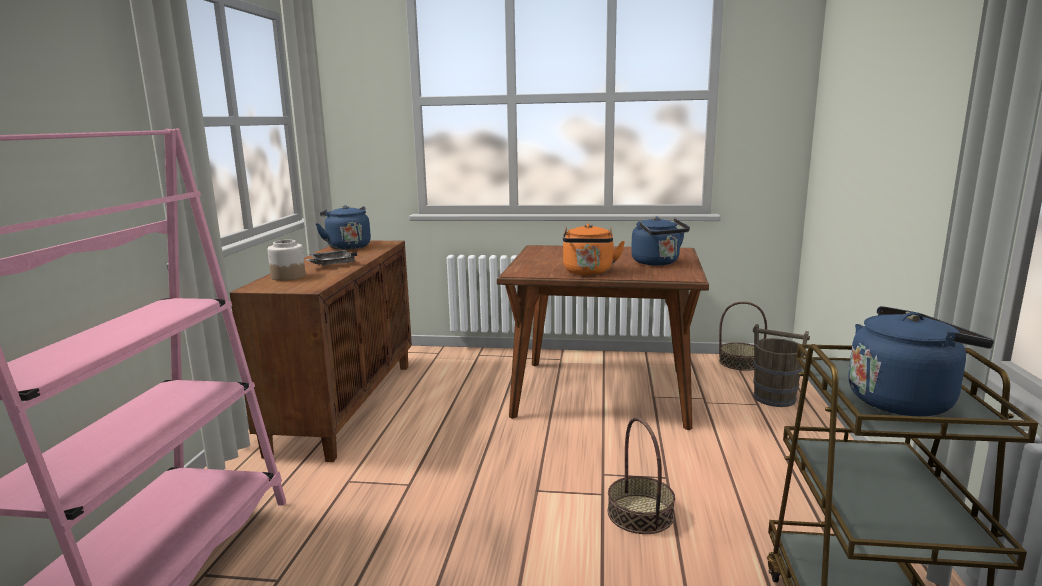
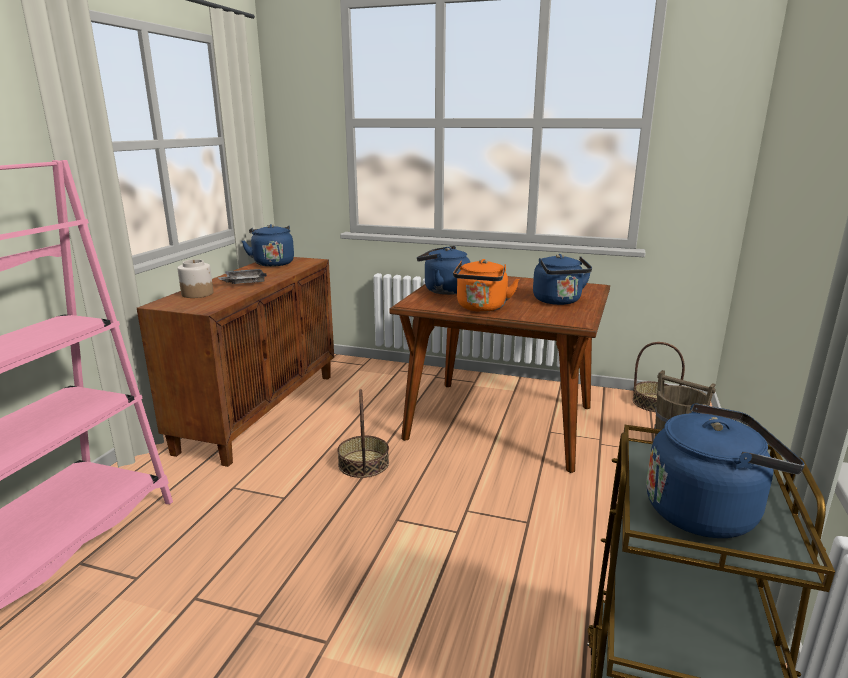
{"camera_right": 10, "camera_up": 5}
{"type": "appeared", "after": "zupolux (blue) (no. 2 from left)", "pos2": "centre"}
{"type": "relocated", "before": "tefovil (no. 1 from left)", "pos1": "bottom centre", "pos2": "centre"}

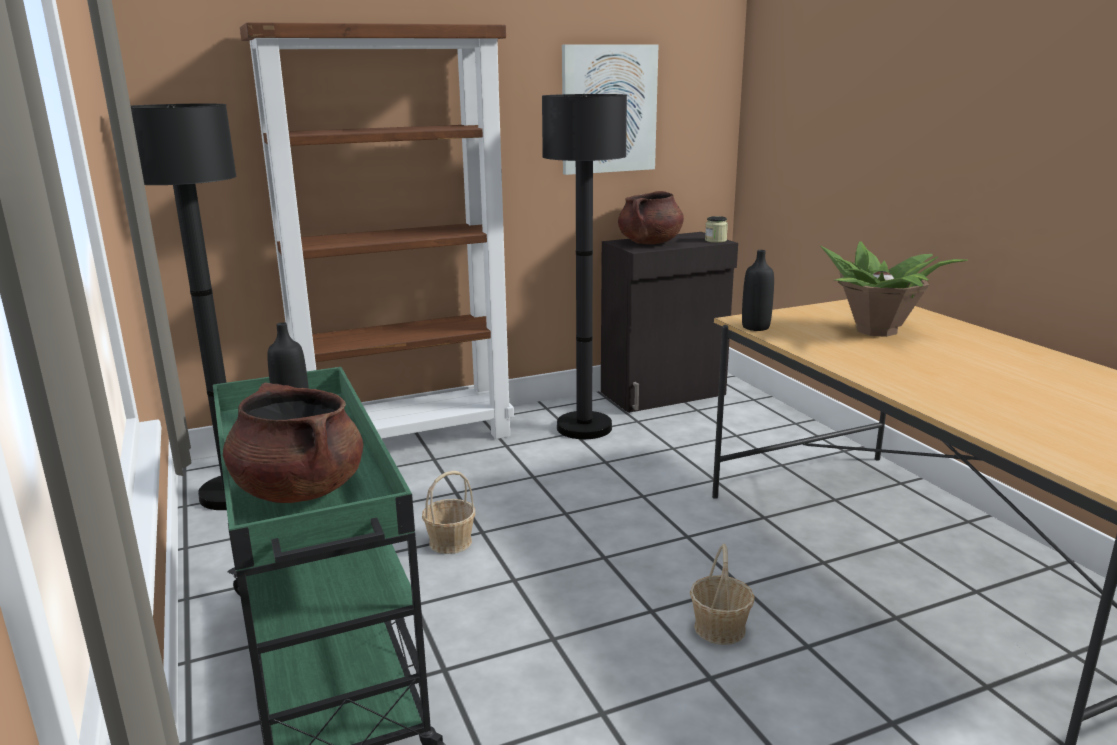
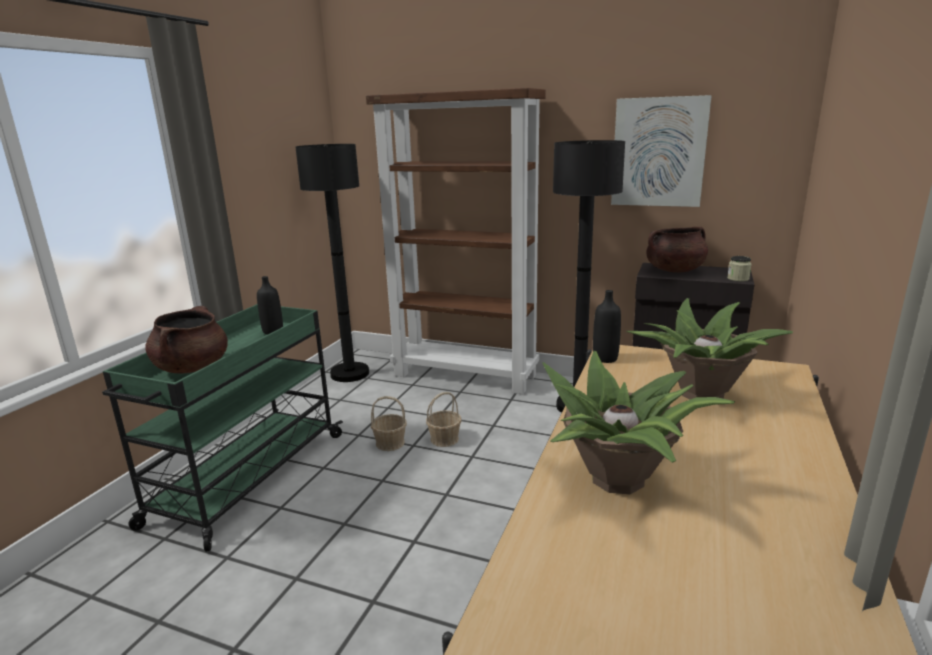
{"camera_right": 45, "camera_up": 0}
{"type": "appeared", "after": "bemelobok (no. 1 from left)", "pos2": "middle right"}
{"type": "relocated", "before": "tefovil (no. 2 from left)", "pos1": "bottom centre", "pos2": "centre"}

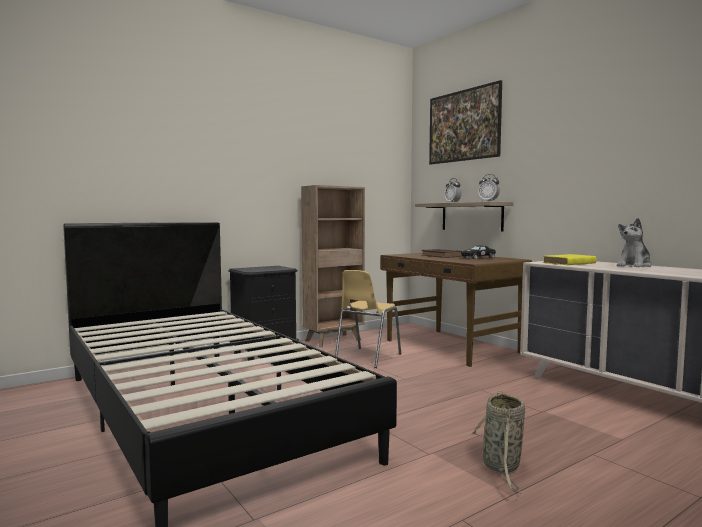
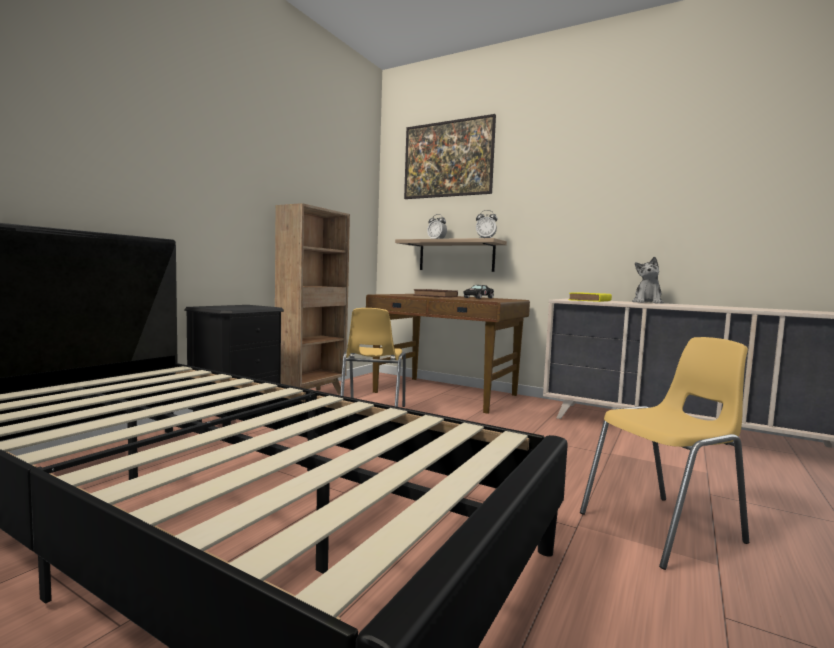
{"camera_right": -25, "camera_up": 0}
{"type": "exchanged", "before": "tefovil", "after": "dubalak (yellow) (no. 2 from left)", "pos1": "bottom right", "pos2": "bottom right"}

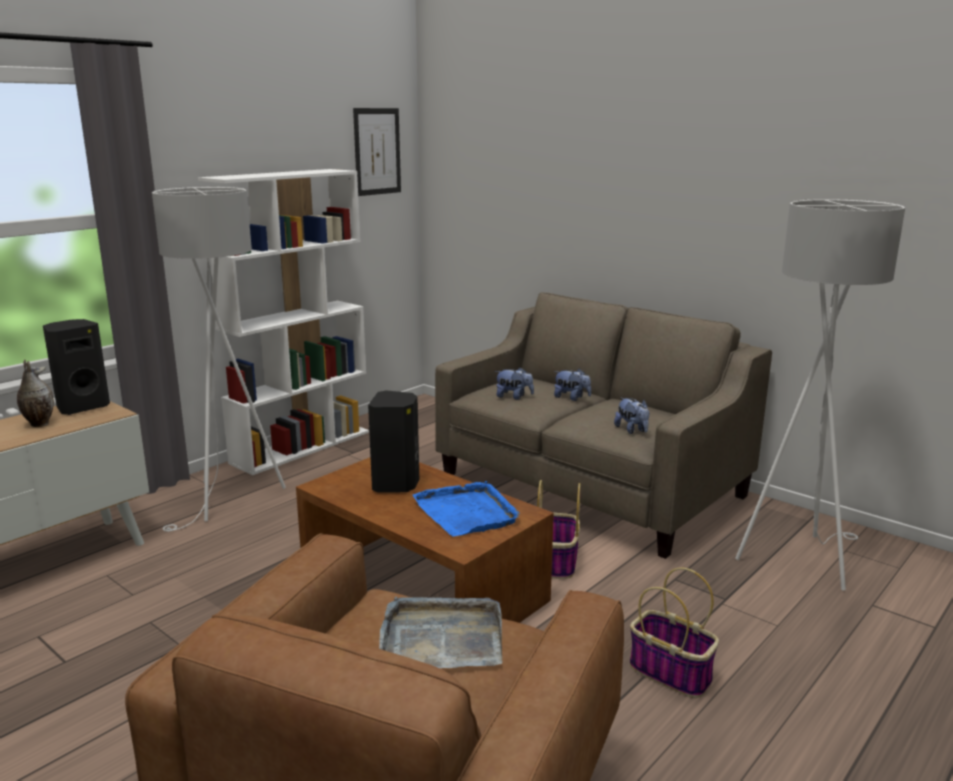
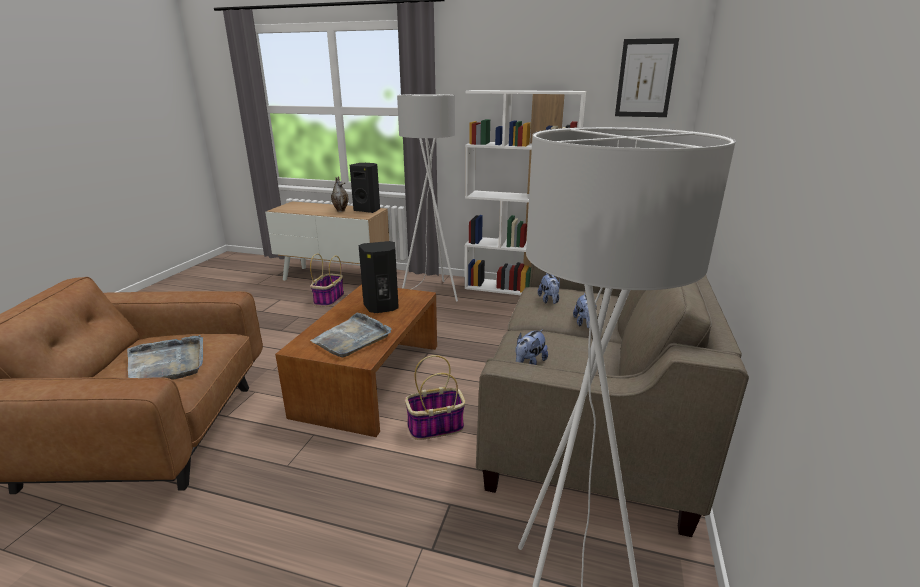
{"camera_right": 65, "camera_up": 5}
{"type": "relocated", "before": "tefovil (no. 2 from left in the first image)", "after": "tefovil (no. 1 from left)", "pos1": "bottom right", "pos2": "centre"}
{"type": "colour", "before": "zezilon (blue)", "after": "zezilon (grey) (no. 2 from left)", "pos1": "centre", "pos2": "centre"}

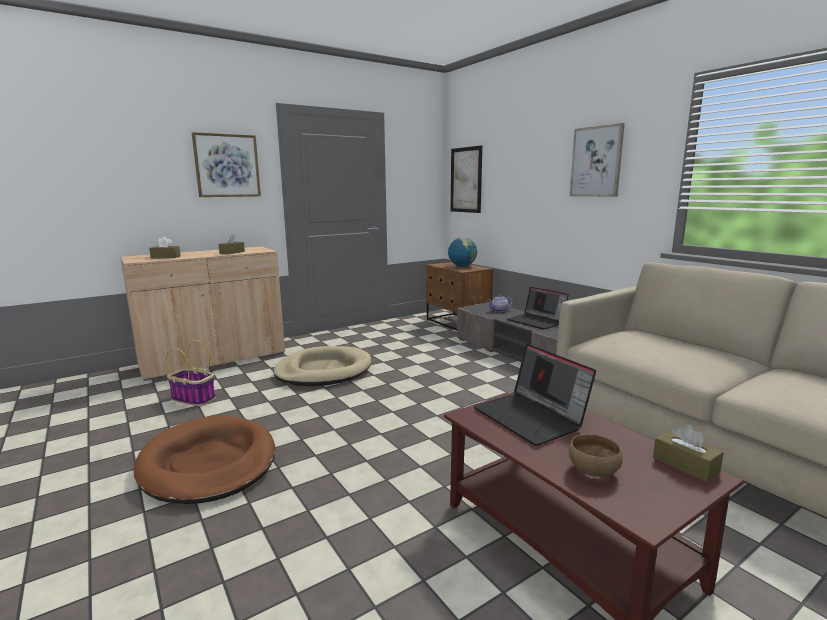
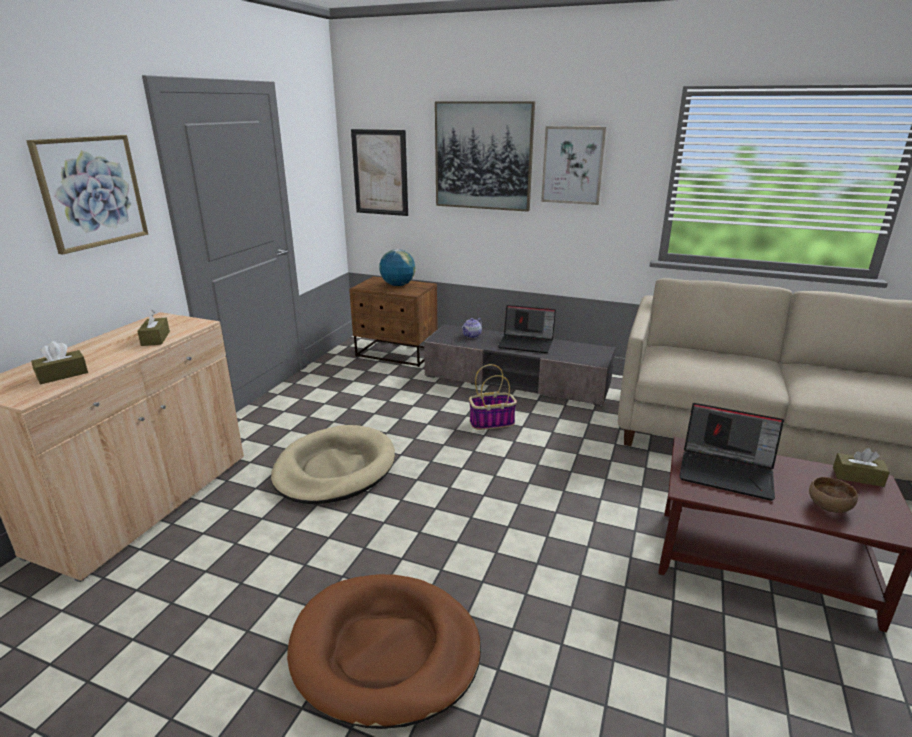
{"camera_right": -35, "camera_up": 10}
{"type": "appeared", "after": "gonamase (no. 3 from left)", "pos2": "top centre"}
{"type": "relocated", "before": "tefovil", "pos1": "middle left", "pos2": "centre"}

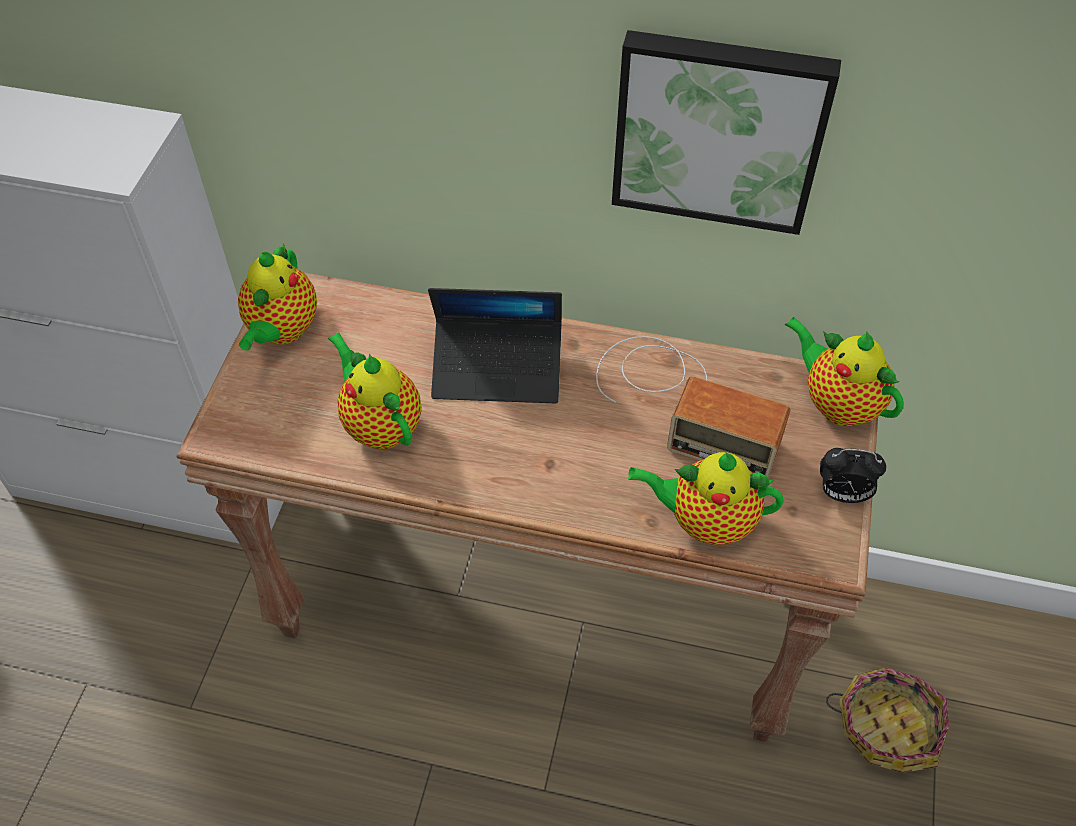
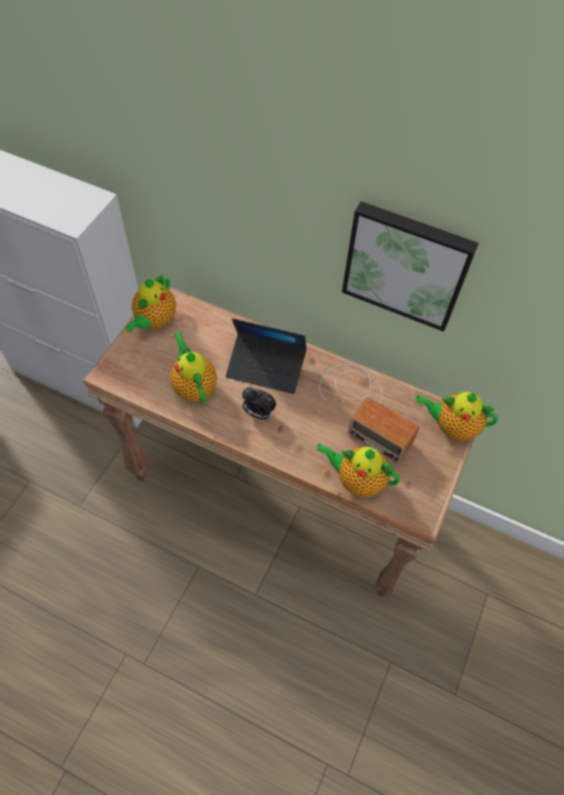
{"camera_right": 10, "camera_up": 5}
{"type": "missing", "before": "tefovil", "pos1": "bottom right"}
{"type": "relocated", "before": "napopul", "pos1": "middle right", "pos2": "centre"}
{"type": "spun", "before": "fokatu (no. 4 from left)", "pos1": "middle right", "pos2": "middle right", "turn": -45}

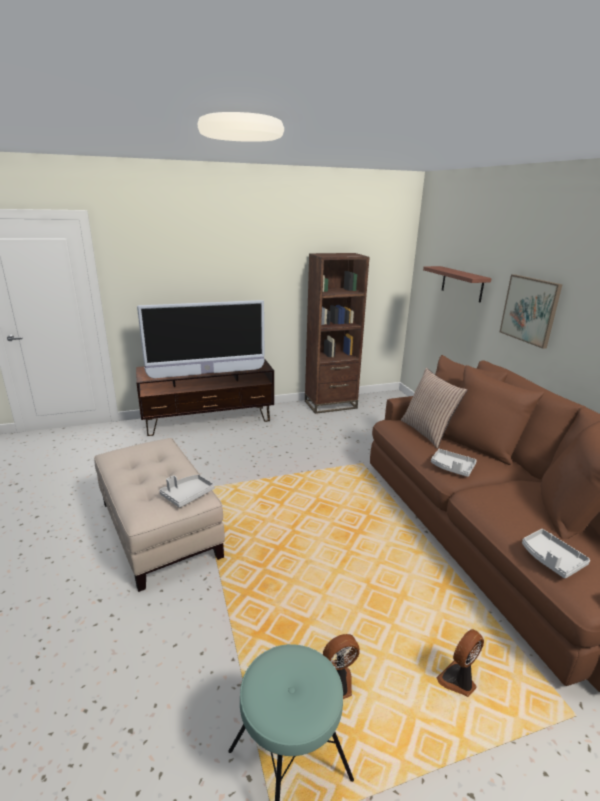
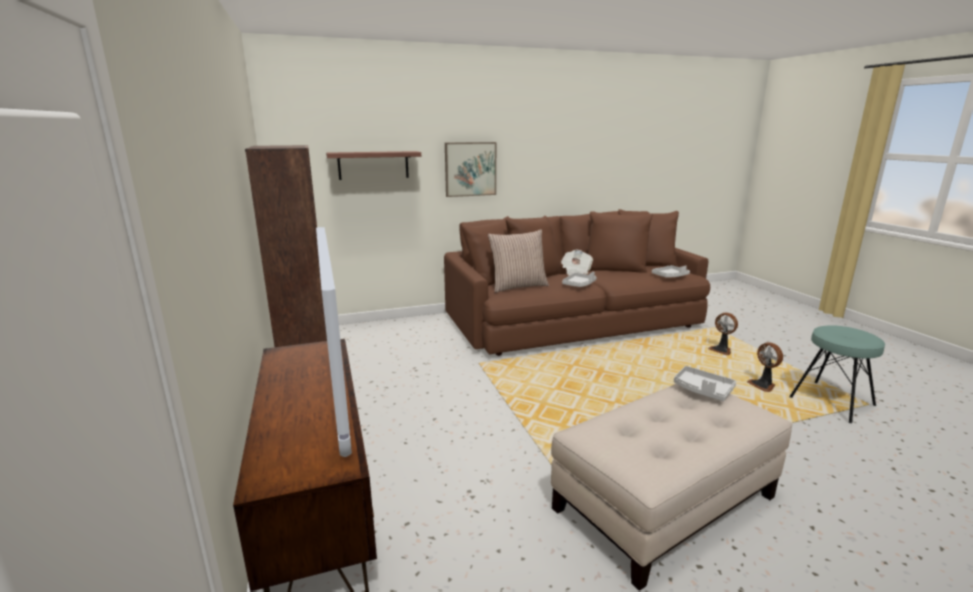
{"camera_right": -90, "camera_up": -5}
{"type": "appeared", "after": "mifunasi", "pos2": "centre"}

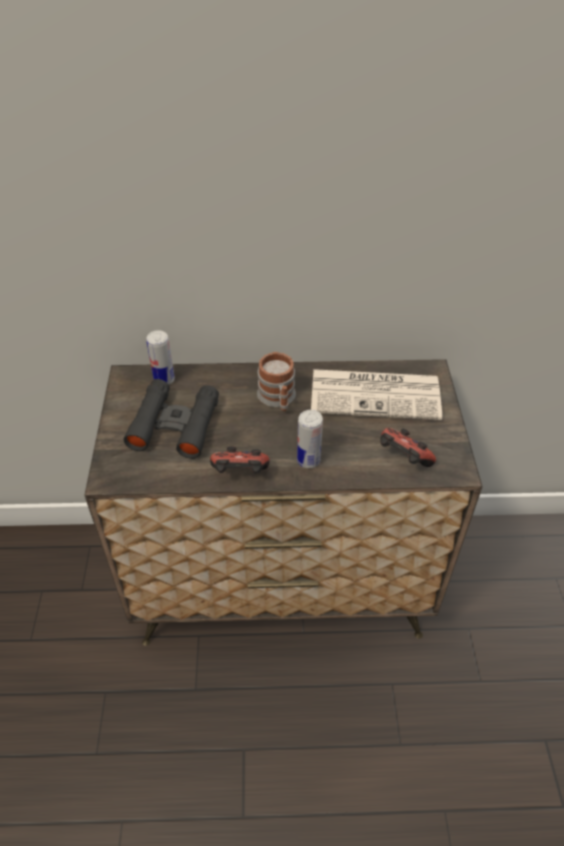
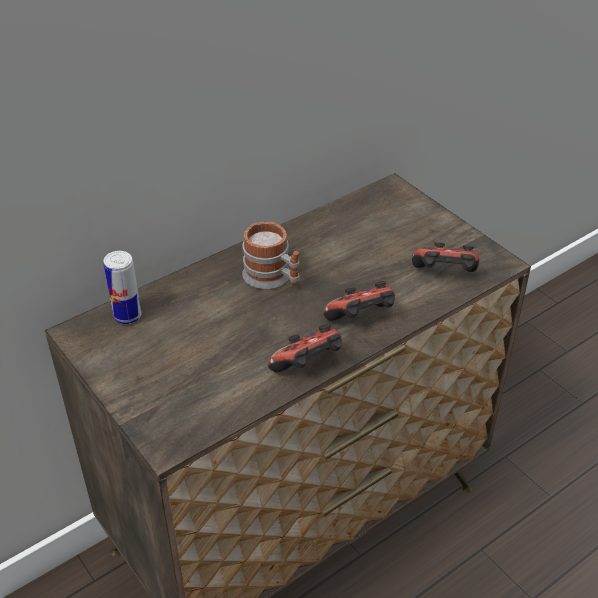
{"camera_right": -35, "camera_up": -5}
{"type": "missing", "before": "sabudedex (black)", "pos1": "middle left"}
{"type": "missing", "before": "mifunasi", "pos1": "middle right"}
{"type": "exchanged", "before": "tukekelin (no. 2 from left)", "after": "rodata (no. 2 from left)", "pos1": "centre", "pos2": "centre"}

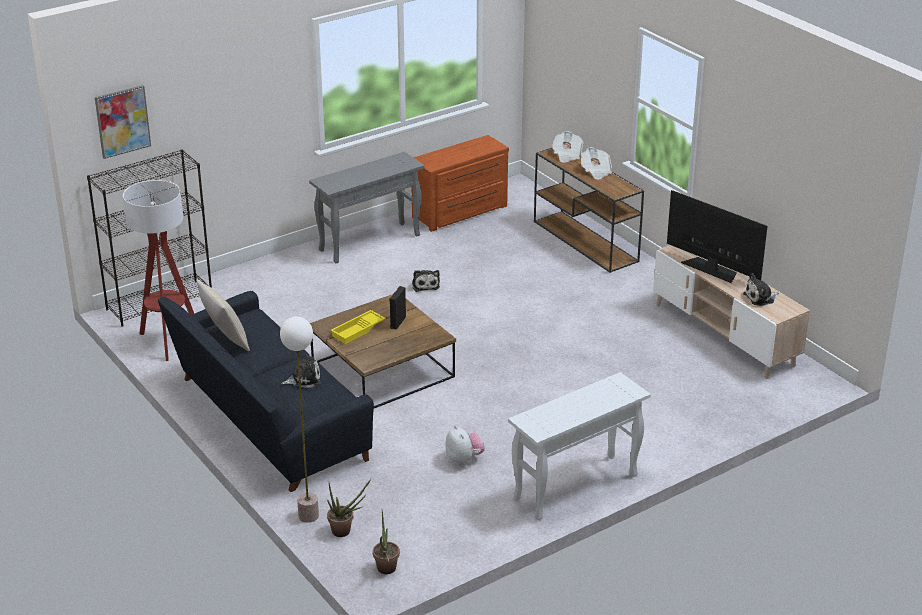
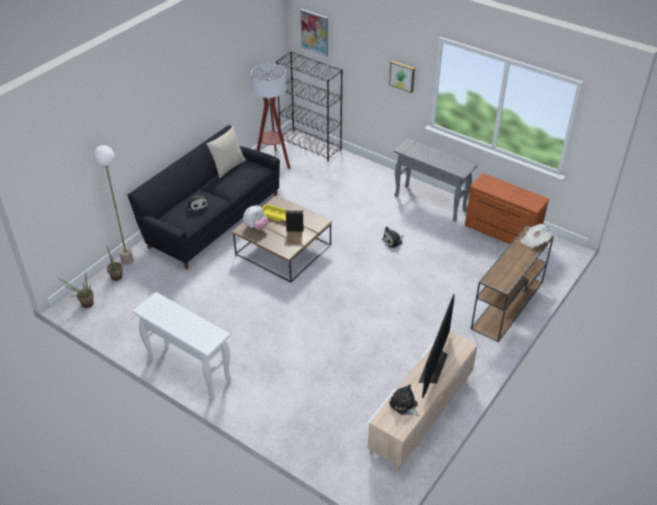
{"camera_right": 70, "camera_up": 10}
{"type": "missing", "before": "mifunasi (no. 2 from left)", "pos1": "top centre"}
{"type": "appeared", "after": "gonamase (no. 2 from left)", "pos2": "top centre"}
{"type": "relocated", "before": "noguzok (no. 3 from left in the first image)", "after": "noguzok (no. 2 from left)", "pos1": "bottom centre", "pos2": "centre"}

